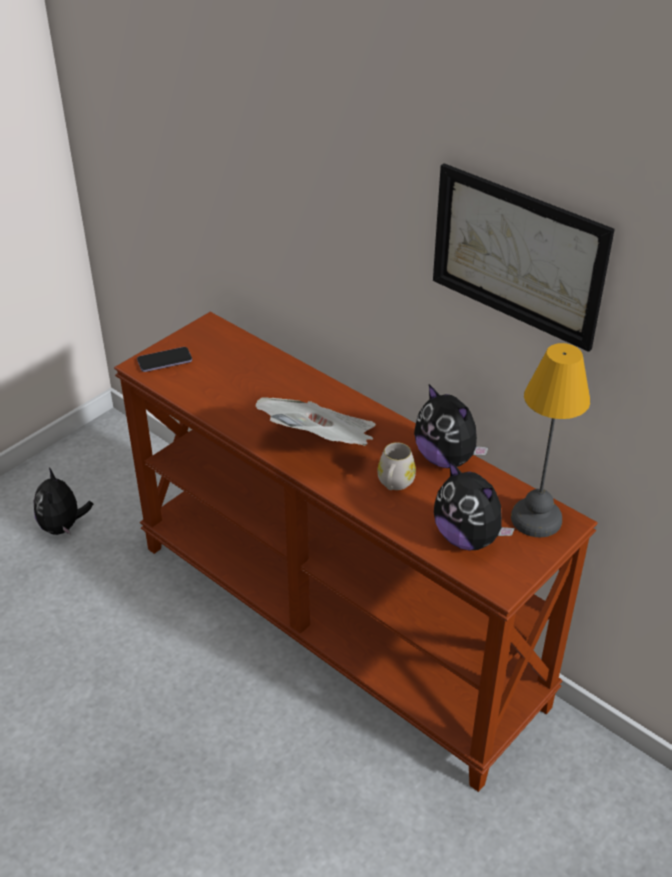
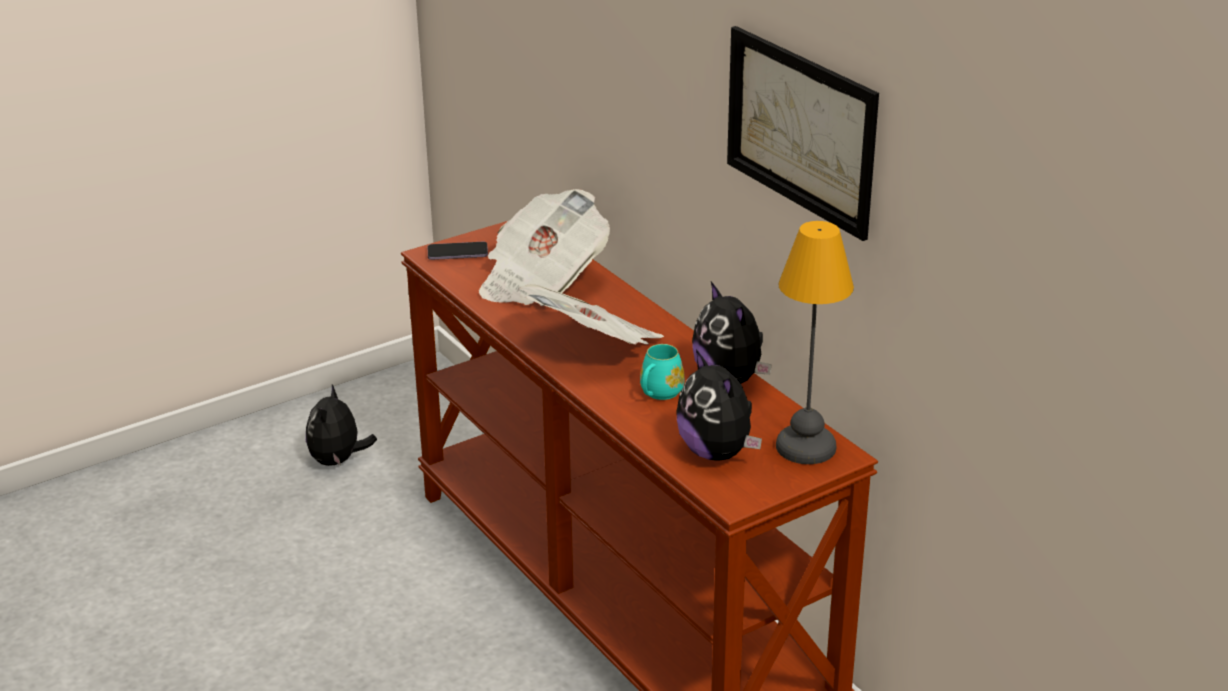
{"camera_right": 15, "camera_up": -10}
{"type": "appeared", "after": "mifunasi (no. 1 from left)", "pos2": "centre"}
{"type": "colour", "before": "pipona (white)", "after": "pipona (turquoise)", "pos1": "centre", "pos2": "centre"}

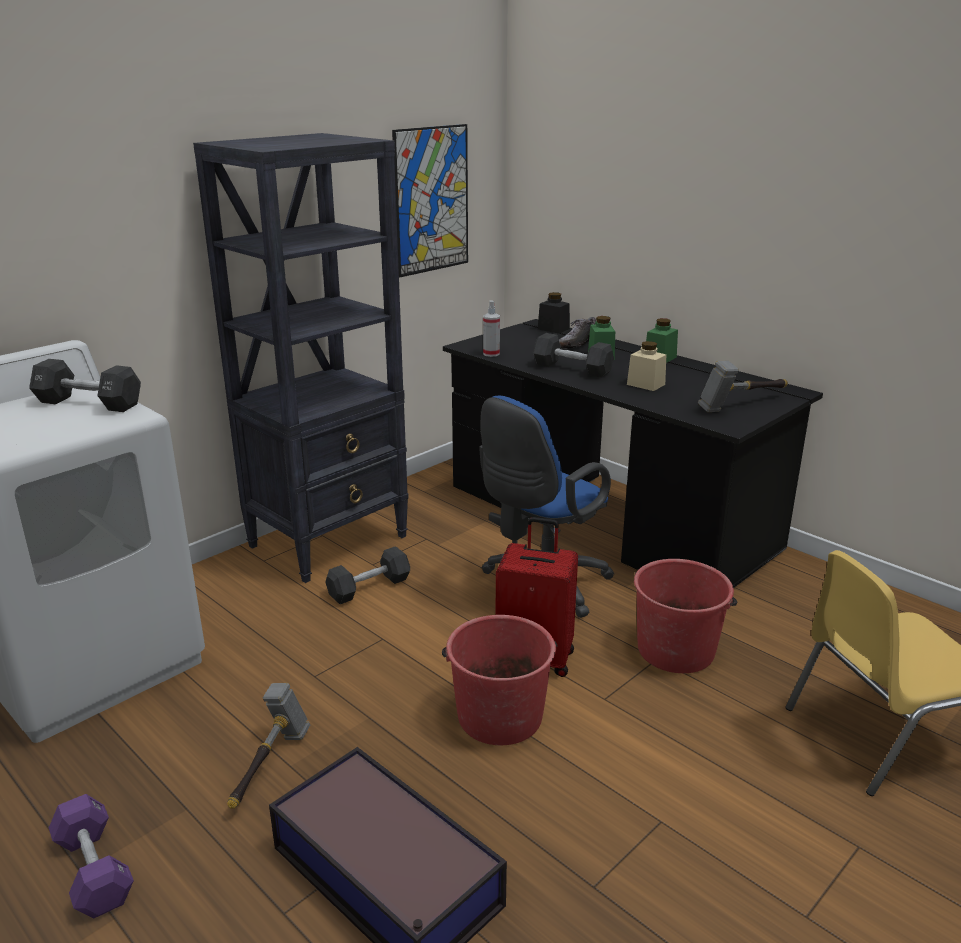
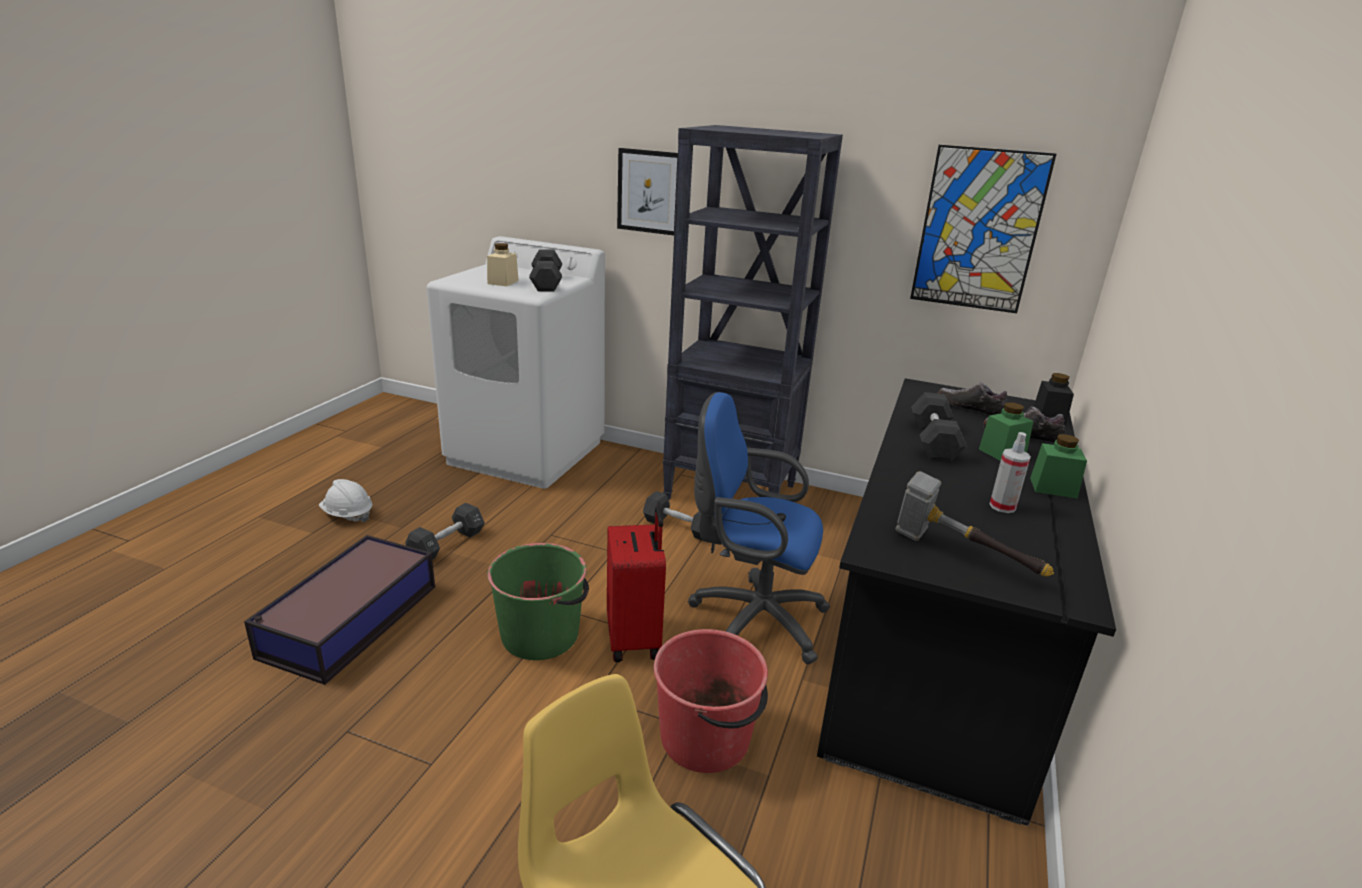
{"camera_right": 65, "camera_up": 0}
{"type": "appeared", "after": "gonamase (no. 1 from left)", "pos2": "top centre"}
{"type": "appeared", "after": "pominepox (no. 1 from left)", "pos2": "middle right"}
{"type": "relocated", "before": "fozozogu", "pos1": "centre", "pos2": "middle right"}
{"type": "relocated", "before": "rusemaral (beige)", "pos1": "middle right", "pos2": "top centre"}
{"type": "exchanged", "before": "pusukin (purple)", "after": "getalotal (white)", "pos1": "bottom left", "pos2": "middle left"}
{"type": "exchanged", "before": "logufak (no. 1 from left)", "after": "pusukin (black) (no. 1 from left)", "pos1": "bottom left", "pos2": "middle left"}
{"type": "colour", "before": "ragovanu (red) (no. 1 from left)", "after": "ragovanu (green)", "pos1": "bottom centre", "pos2": "bottom centre"}

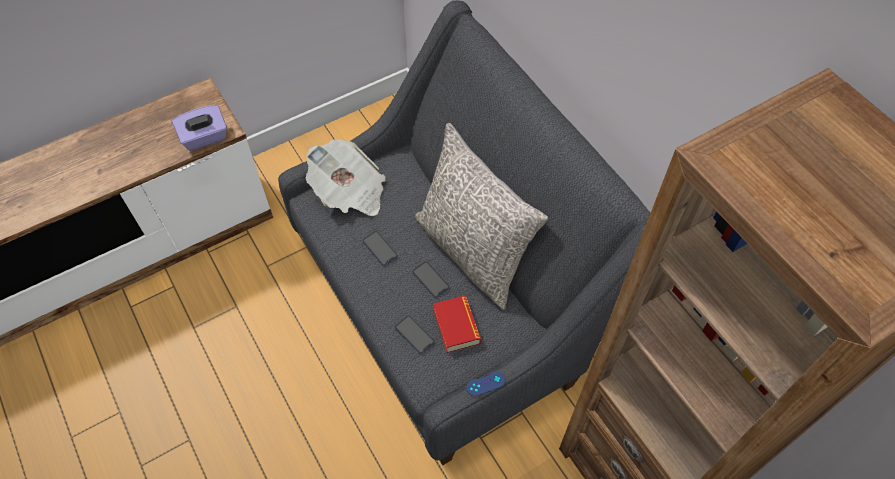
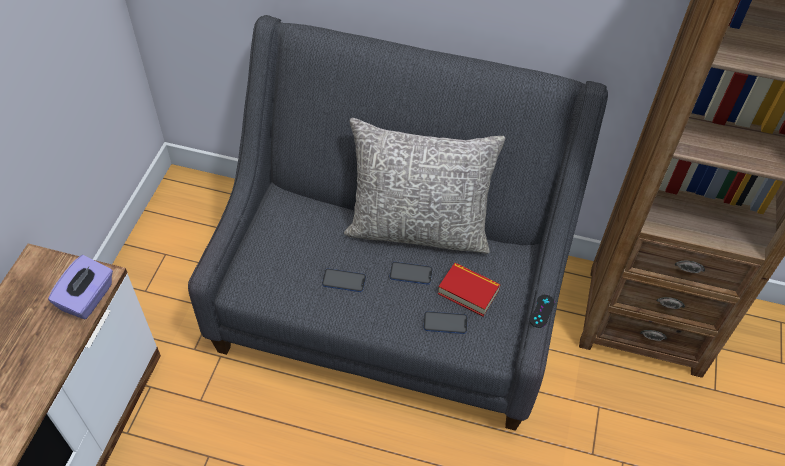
{"camera_right": -45, "camera_up": -5}
{"type": "missing", "before": "mifunasi", "pos1": "centre"}
{"type": "colour", "before": "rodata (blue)", "after": "rodata (black)", "pos1": "bottom centre", "pos2": "bottom right"}

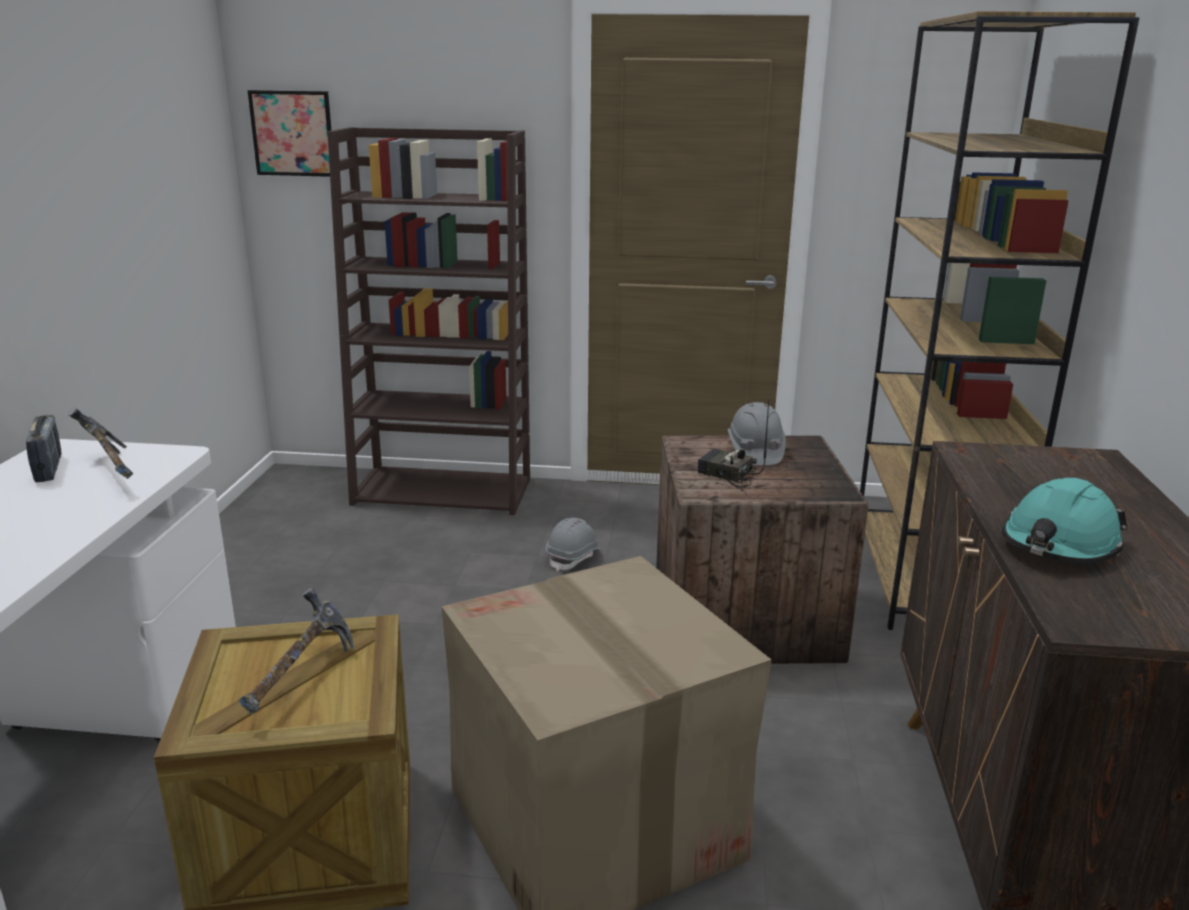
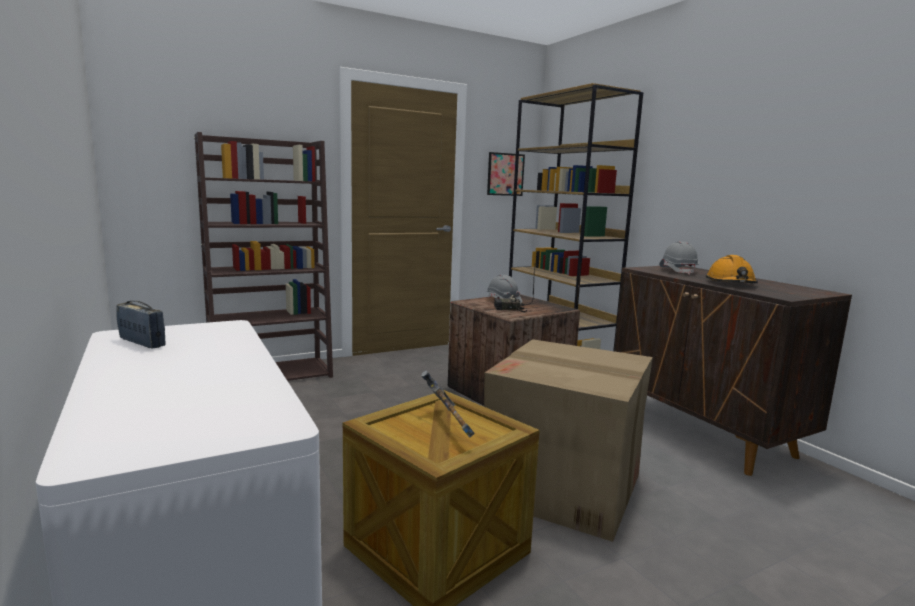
{"camera_right": -35, "camera_up": -10}
{"type": "missing", "before": "logufak (no. 1 from left)", "pos1": "middle left"}
{"type": "relocated", "before": "gonamase", "pos1": "top left", "pos2": "top centre"}
{"type": "relocated", "before": "getalotal (grey) (no. 1 from left in the first image)", "after": "getalotal (grey) (no. 2 from left)", "pos1": "centre", "pos2": "middle right"}
{"type": "colour", "before": "getalotal (turquoise)", "after": "getalotal (orange)", "pos1": "middle right", "pos2": "middle right"}

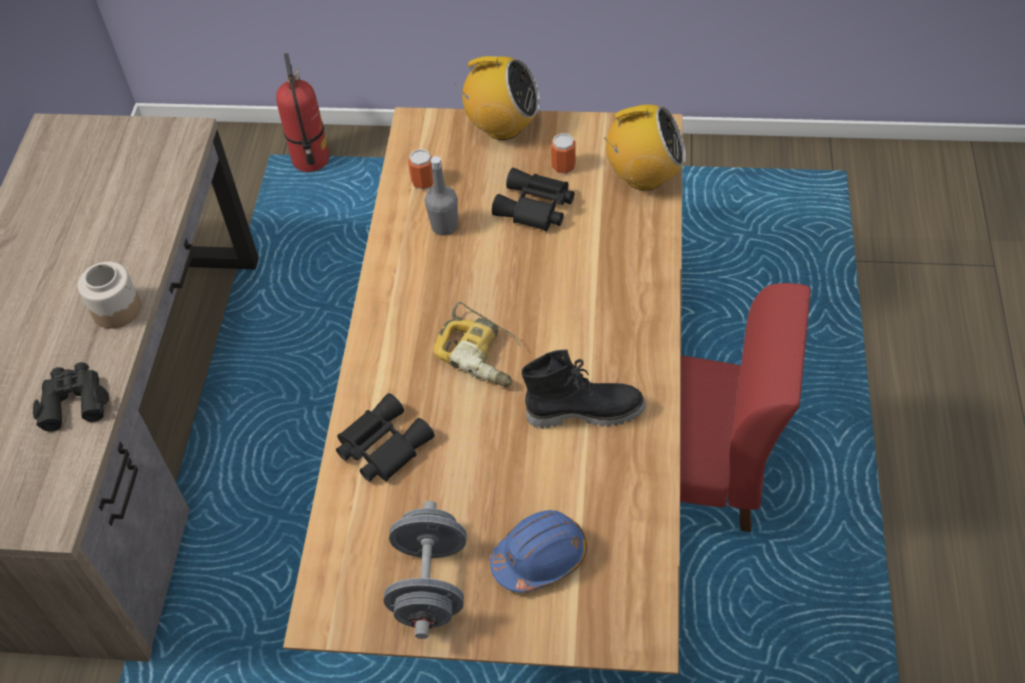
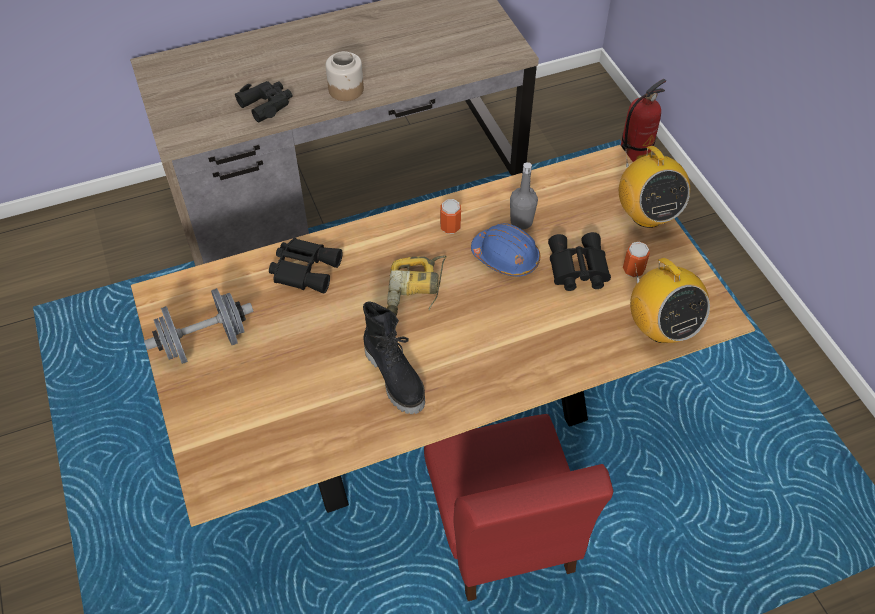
{"camera_right": 60, "camera_up": 0}
{"type": "relocated", "before": "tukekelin (no. 1 from left)", "pos1": "top centre", "pos2": "centre"}
{"type": "relocated", "before": "getalotal (blue)", "pos1": "bottom centre", "pos2": "centre"}

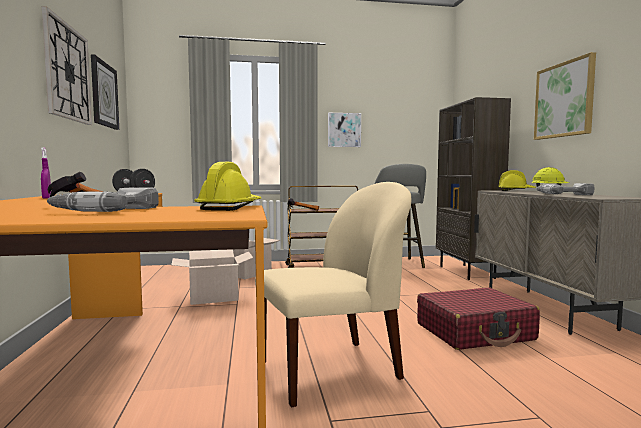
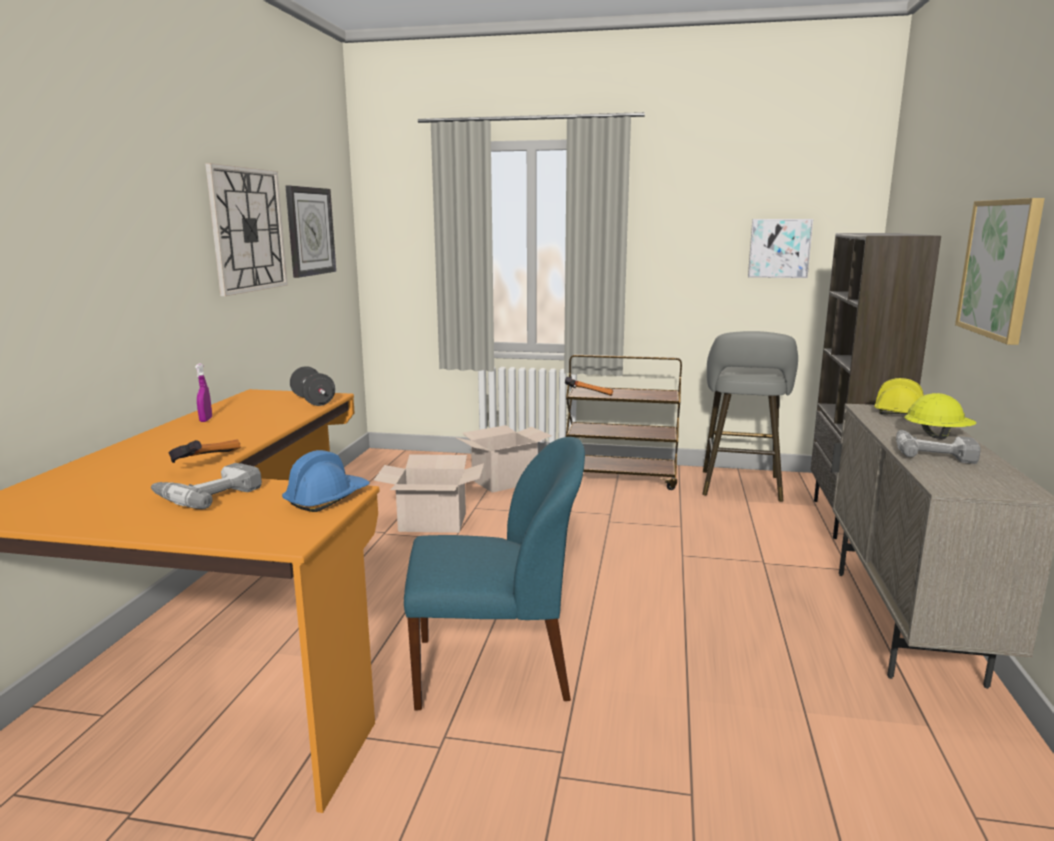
{"camera_right": 20, "camera_up": 10}
{"type": "missing", "before": "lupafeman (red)", "pos1": "bottom right"}
{"type": "relocated", "before": "gonamase (no. 1 from left)", "pos1": "top centre", "pos2": "top right"}
{"type": "colour", "before": "getalotal (yellow) (no. 1 from left)", "after": "getalotal (blue)", "pos1": "centre", "pos2": "middle left"}
{"type": "colour", "before": "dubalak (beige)", "after": "dubalak (blue)", "pos1": "bottom centre", "pos2": "bottom centre"}

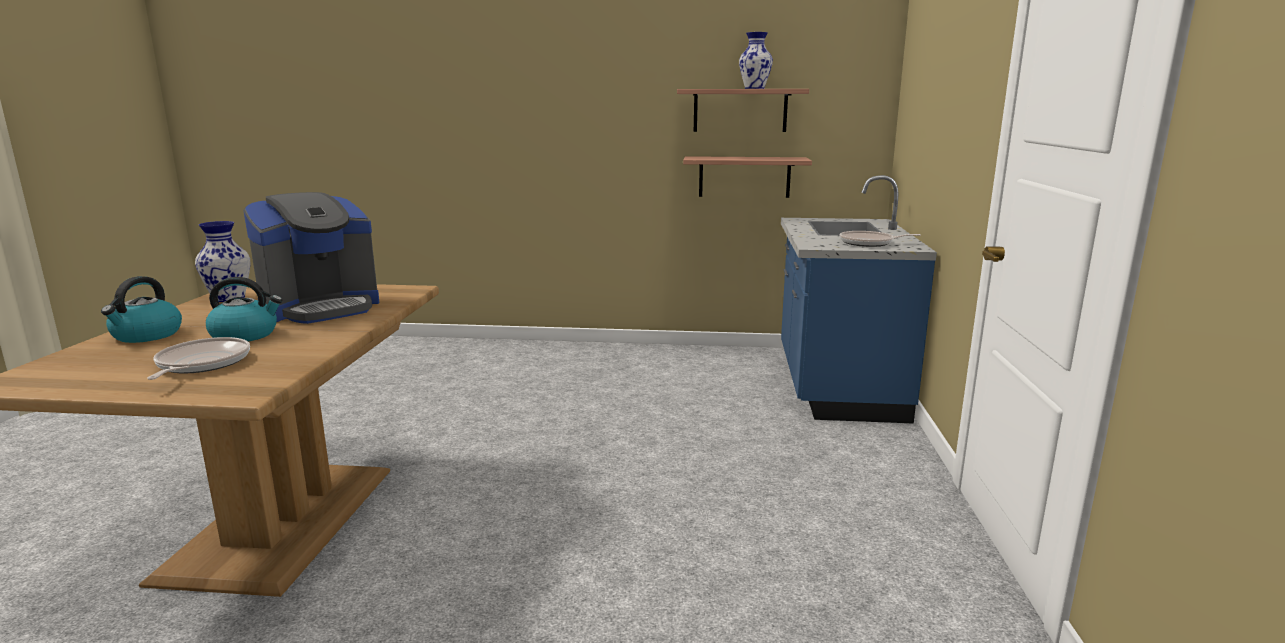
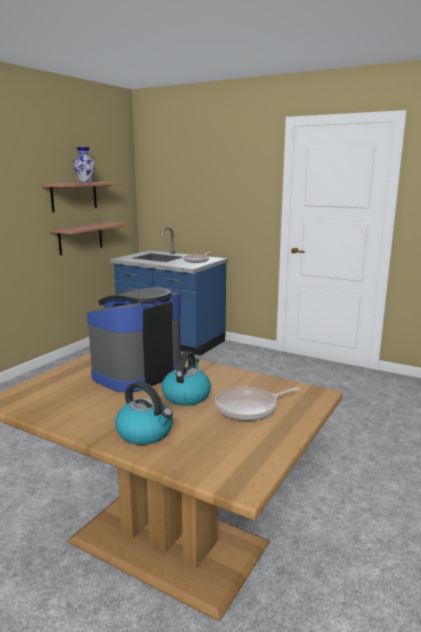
{"camera_right": -65, "camera_up": 0}
{"type": "missing", "before": "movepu (no. 1 from left)", "pos1": "middle left"}
{"type": "spun", "before": "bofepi (no. 1 from left in the first image)", "pos1": "middle left", "pos2": "centre", "turn": -45}
{"type": "spun", "before": "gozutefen", "pos1": "middle left", "pos2": "middle left", "turn": -120}

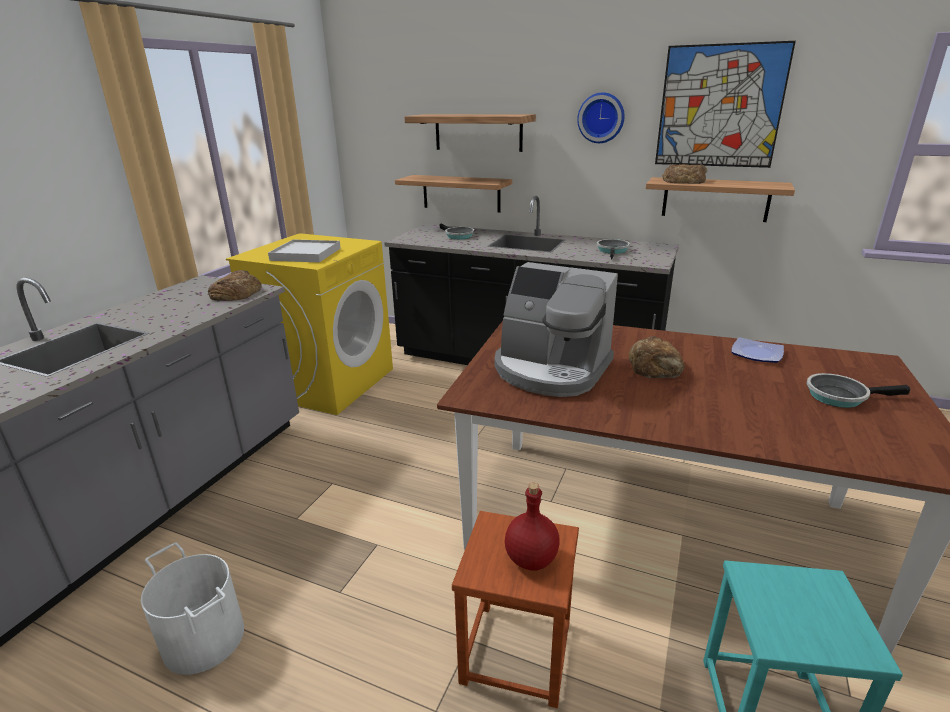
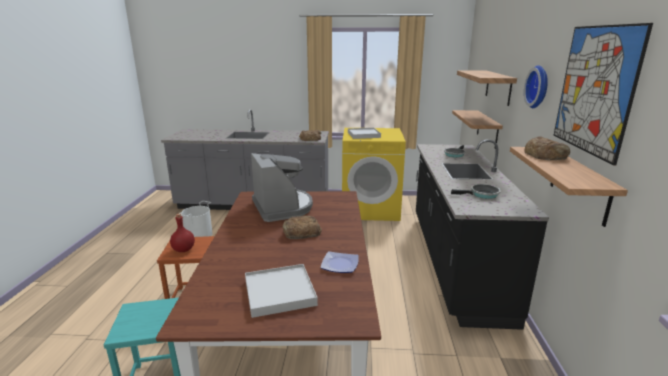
{"camera_right": 70, "camera_up": -5}
{"type": "exchanged", "before": "bofepi (no. 3 from left)", "after": "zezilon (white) (no. 1 from left)", "pos1": "middle right", "pos2": "bottom centre"}
{"type": "spun", "before": "gozutefen", "pos1": "centre", "pos2": "centre", "turn": 150}

